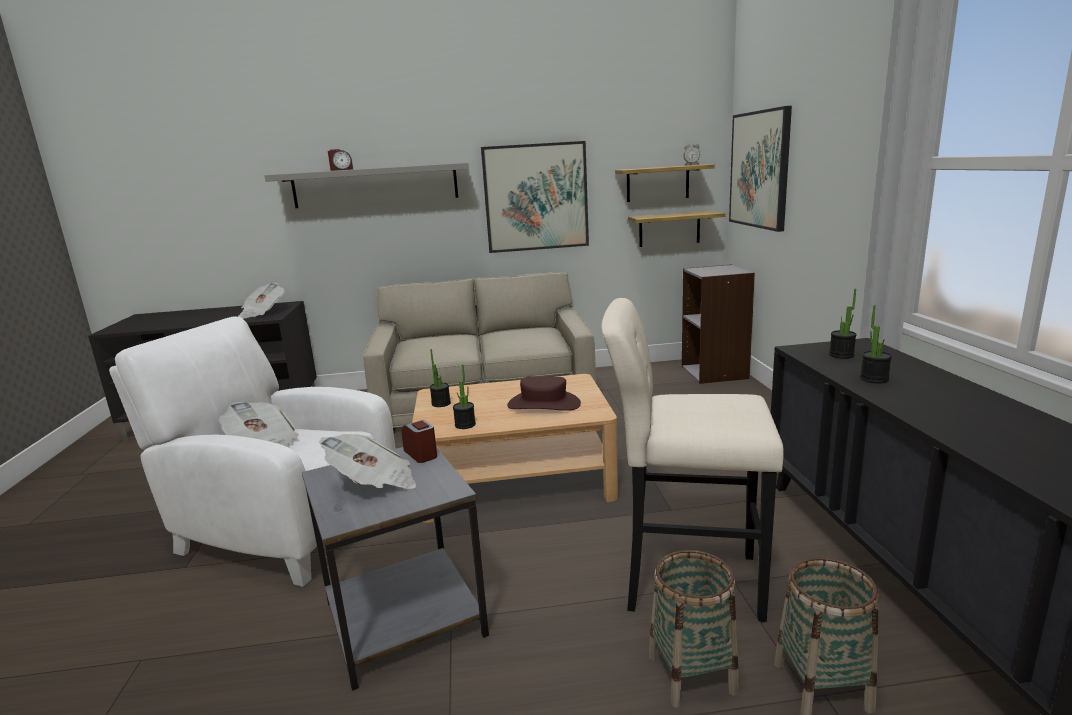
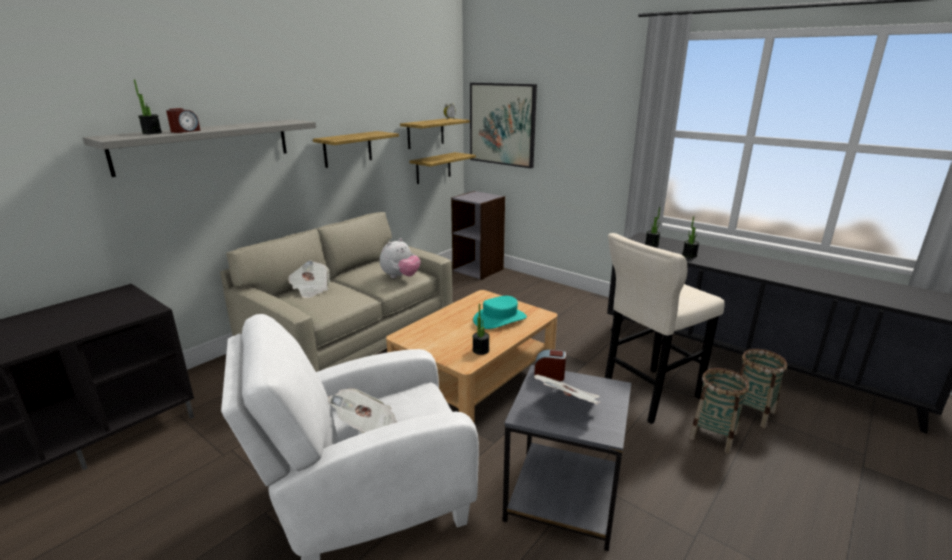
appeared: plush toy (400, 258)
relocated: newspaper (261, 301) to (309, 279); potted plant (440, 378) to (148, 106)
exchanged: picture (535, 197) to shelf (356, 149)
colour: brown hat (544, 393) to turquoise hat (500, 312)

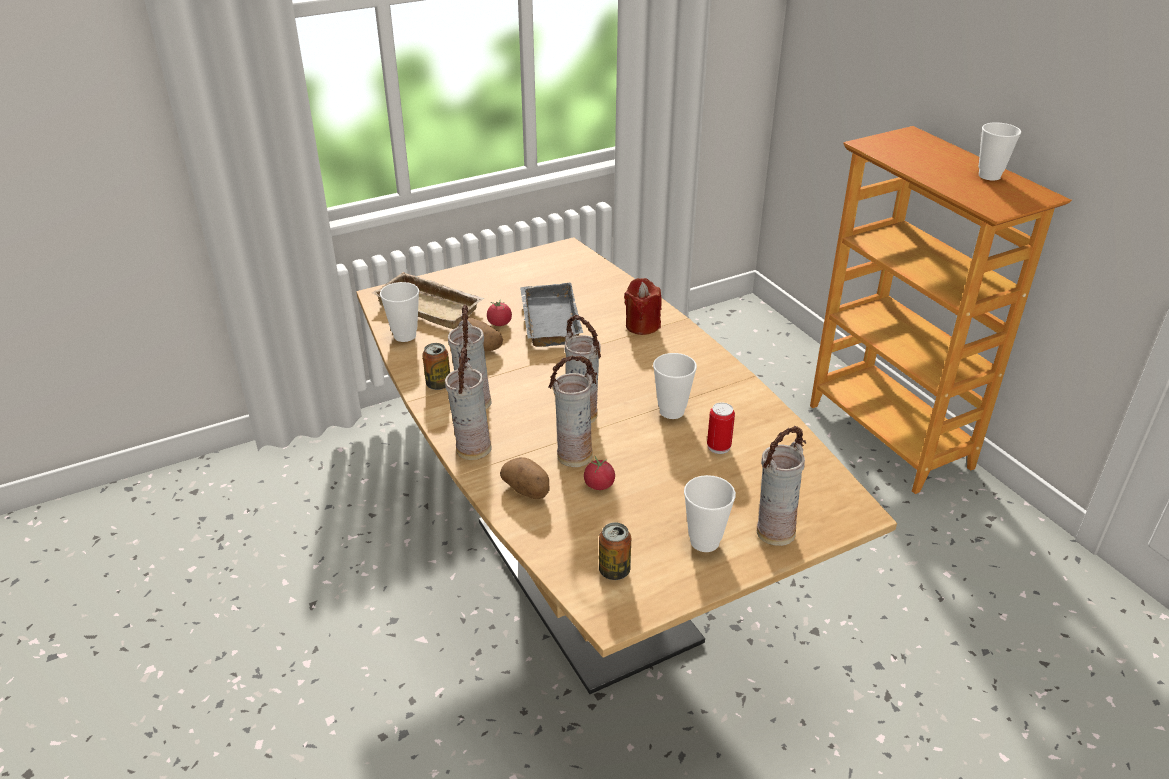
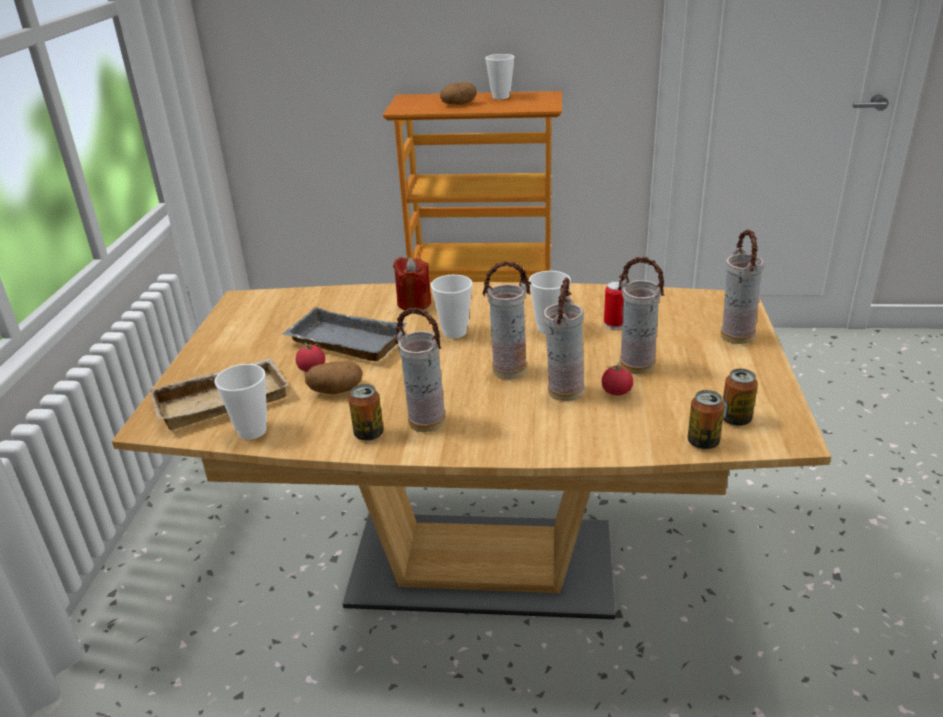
appeared: can (706, 419)
relocated: vase (468, 403) to (641, 315); potato (524, 478) to (458, 93); cup (710, 513) to (452, 306)

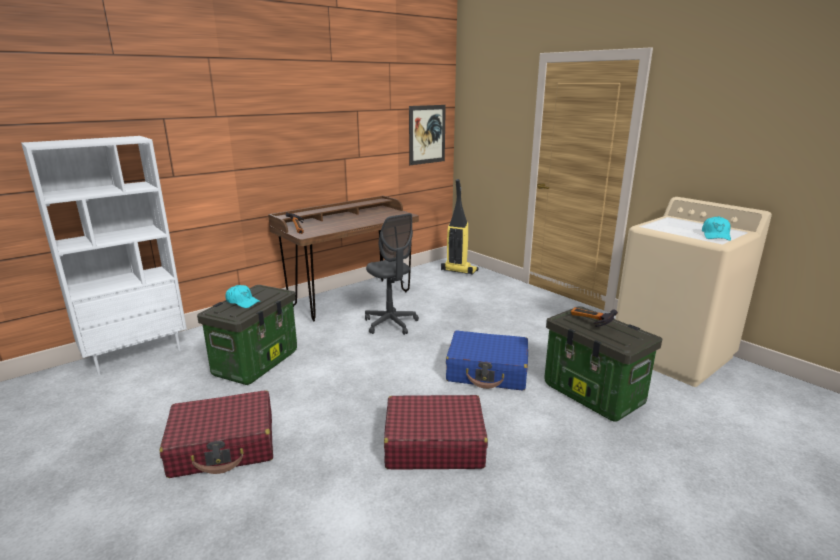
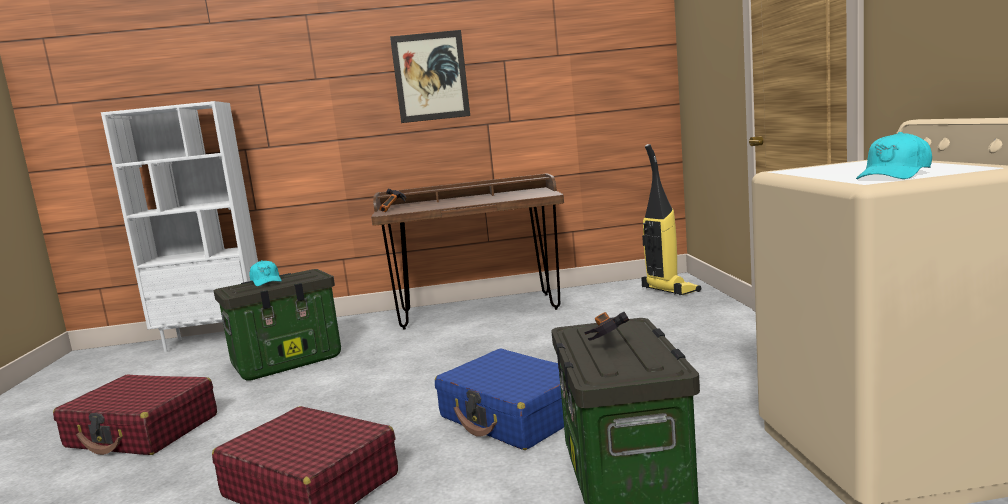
missing: grey office chair (392, 274)
relocated: picture (427, 135) to (430, 76)

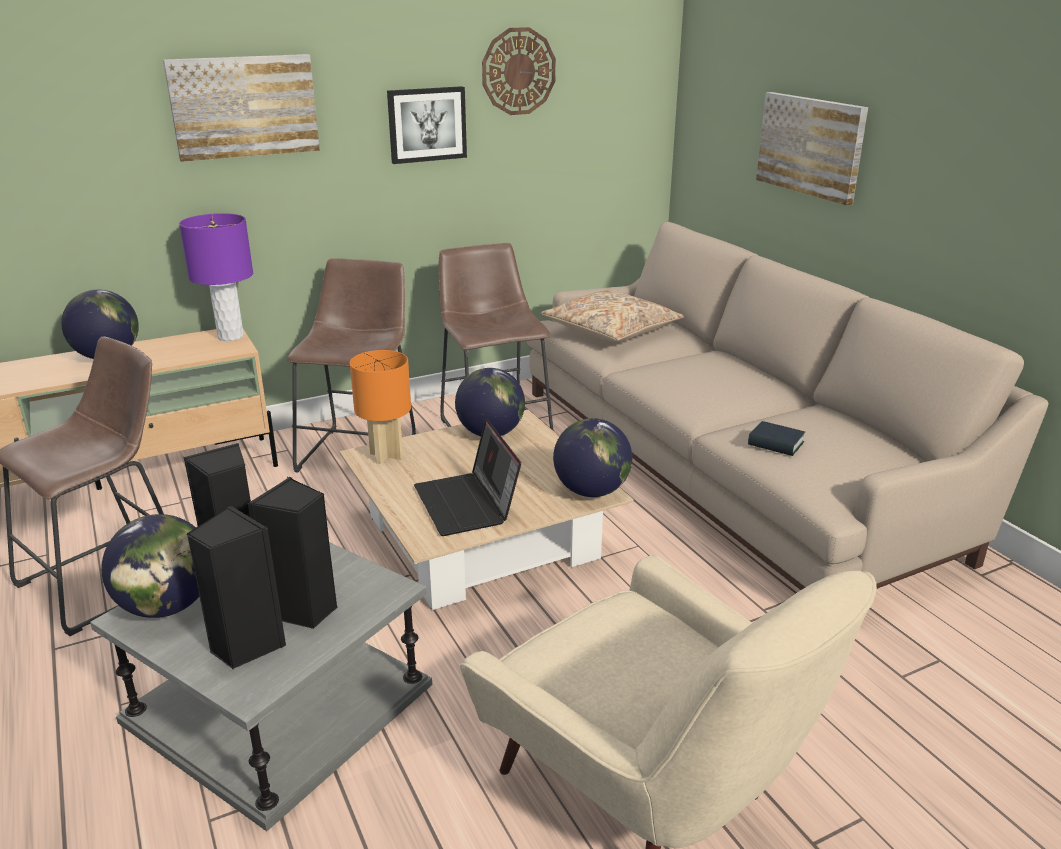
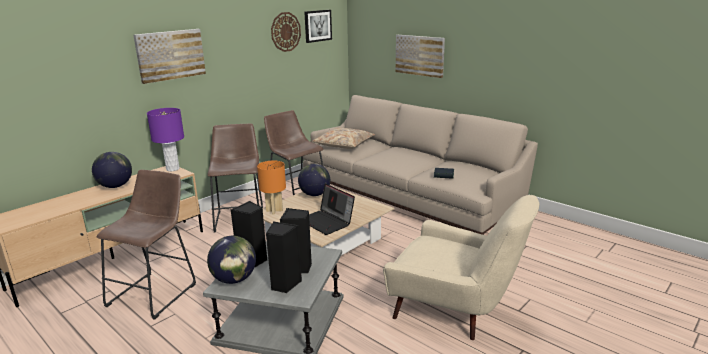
missing: globe (592, 457)
relocated: picture (427, 125) to (318, 26)

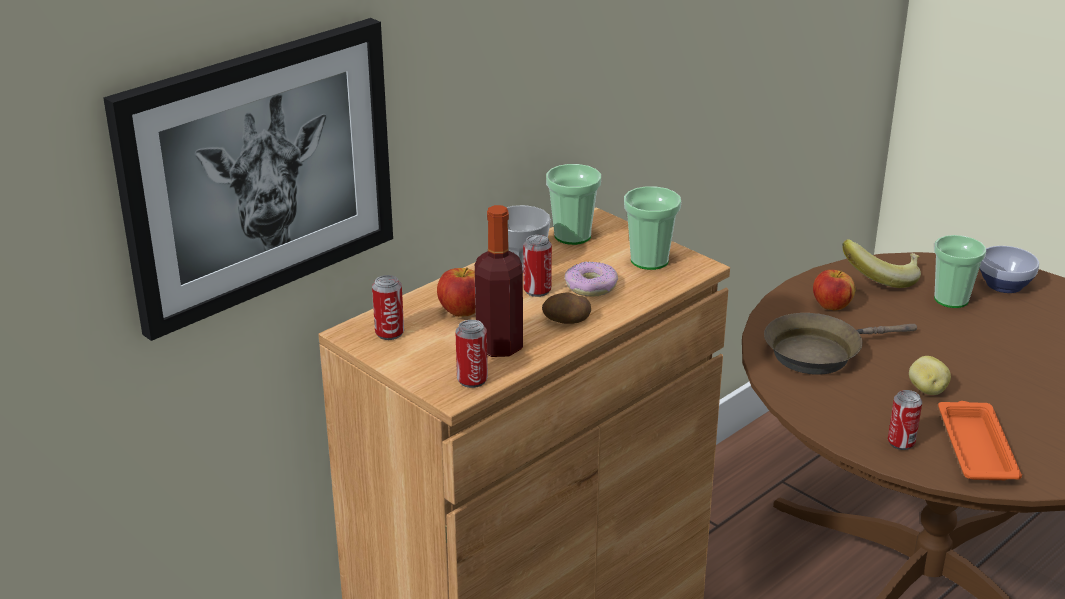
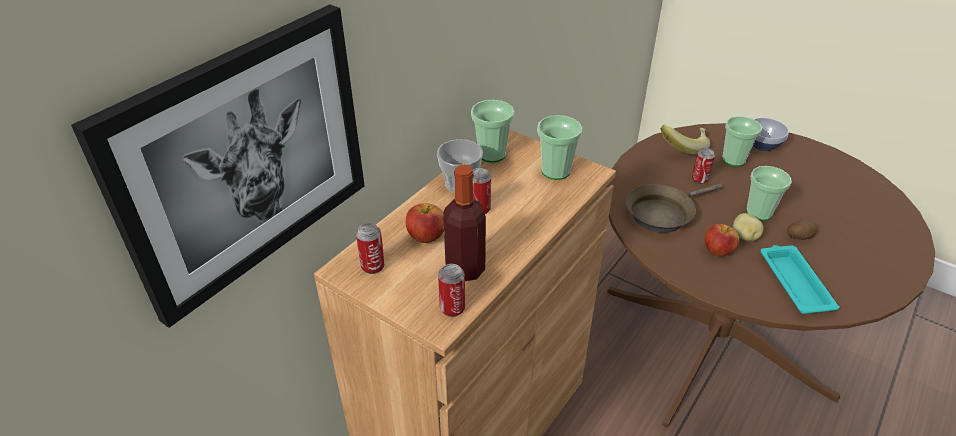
missing: donut (591, 279)
appeared: cup (769, 193)
relocated: apple (834, 290) to (721, 240); potato (566, 308) to (802, 230); can (905, 420) to (703, 166)
colour: orange tray (980, 440) to turquoise tray (800, 279)

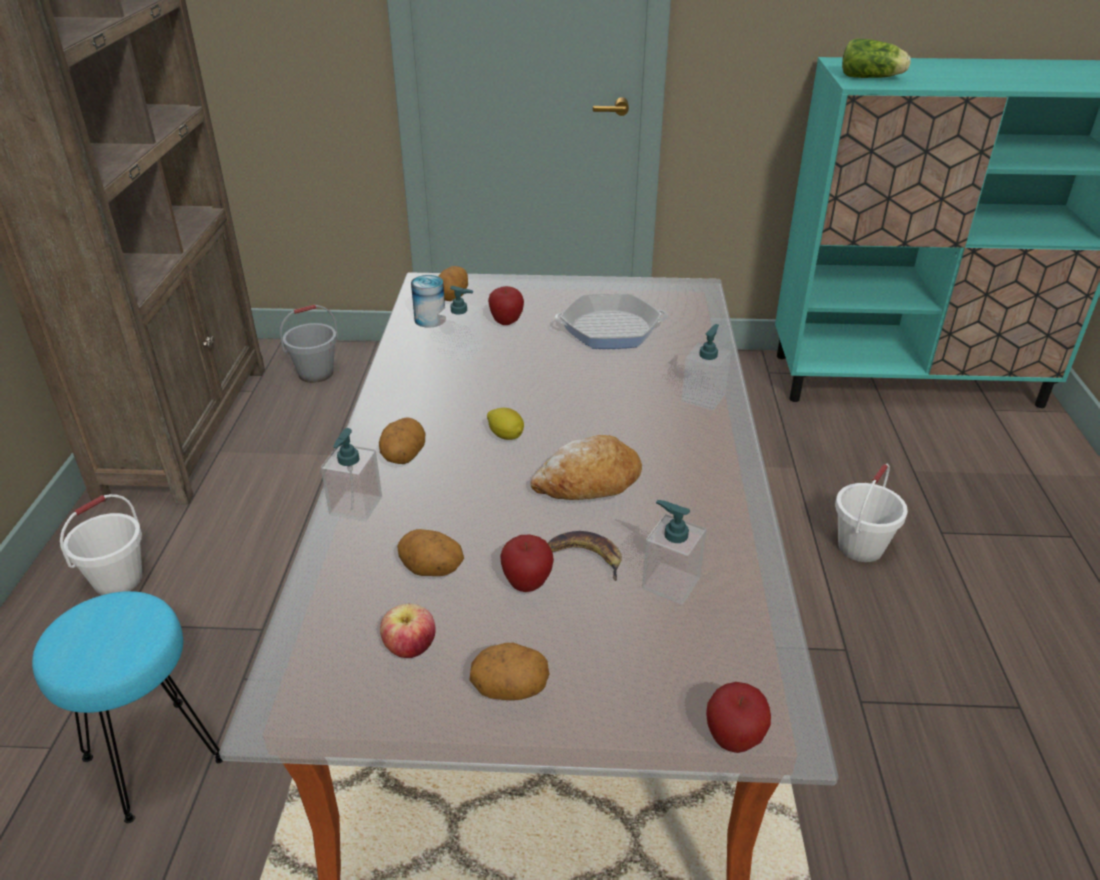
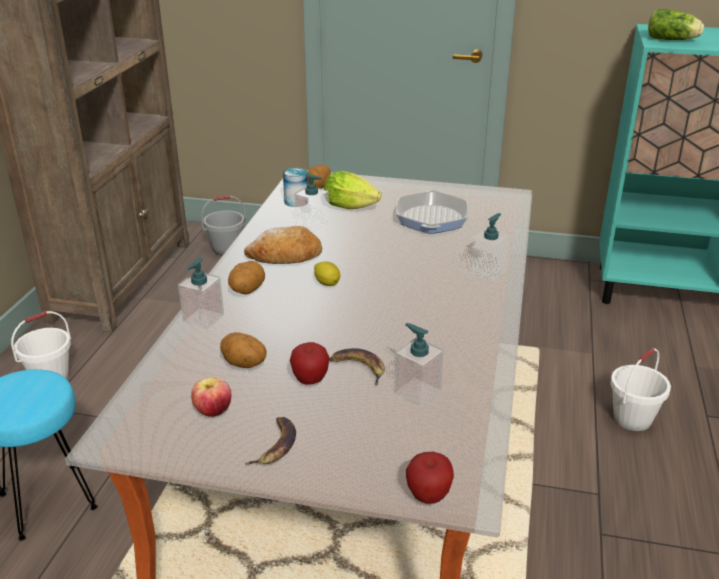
relocated: bread (586, 467) to (283, 245)
exchanged: apple (506, 305) to lettuce (352, 190); potato (510, 671) to banana (270, 441)
spun: frying pan (611, 321) = (432, 212) 90 degrees clockwise

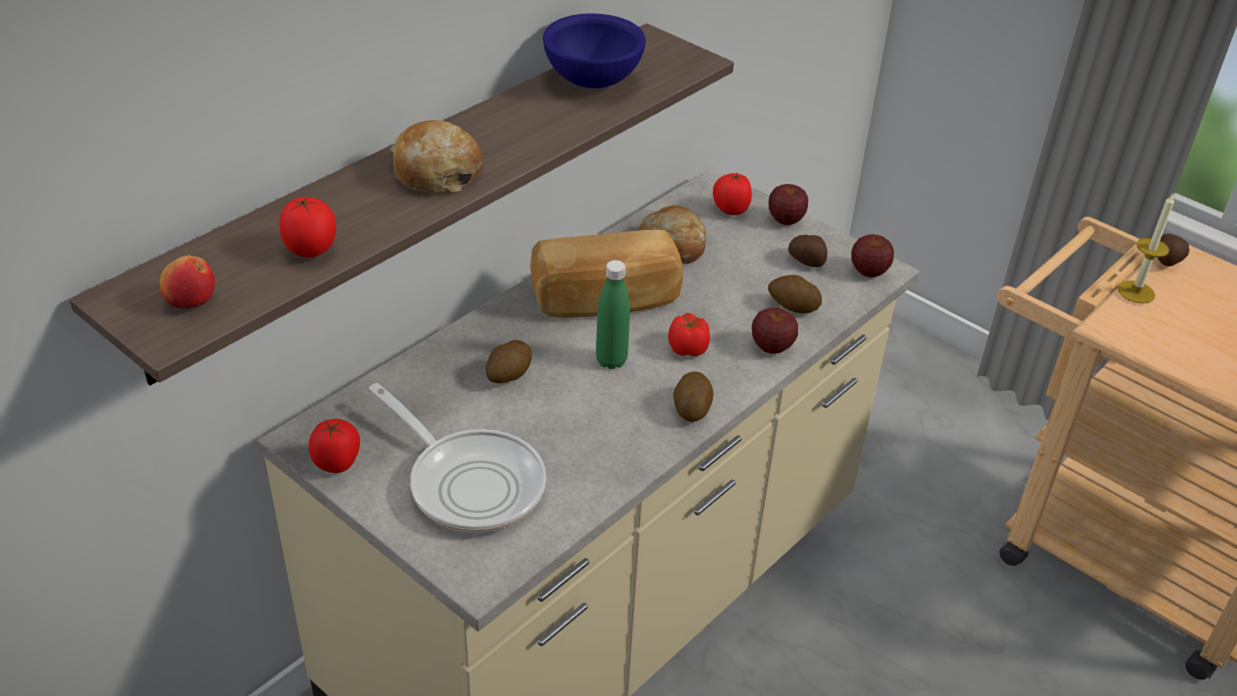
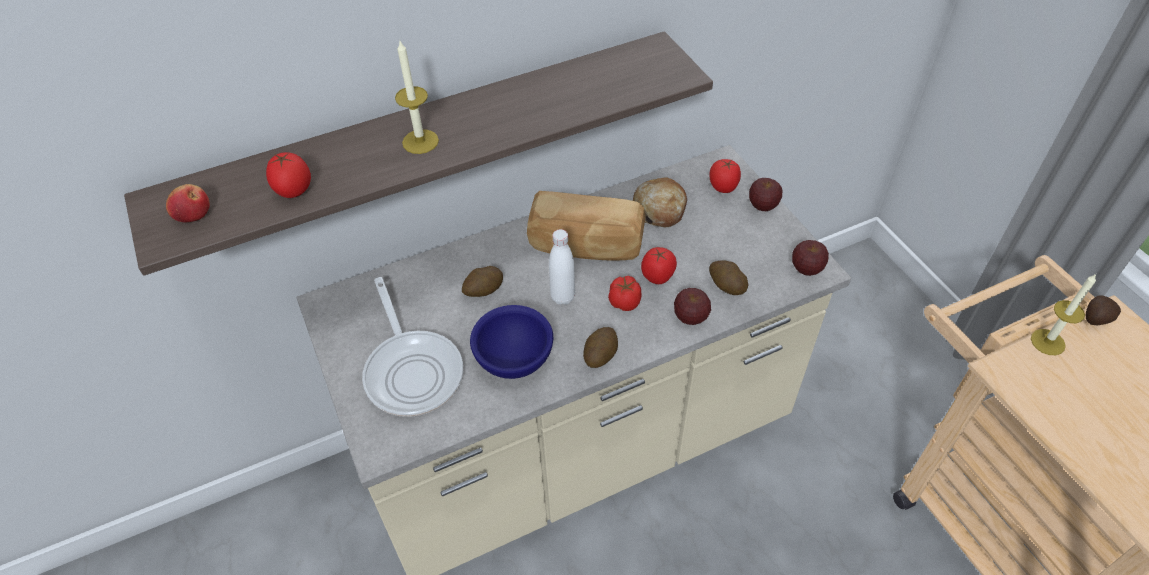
missing: potato (807, 251)
relocated: blue bowl (594, 51) to (511, 342); tomato (334, 446) to (659, 265)
exchanged: bread (436, 157) to candle (417, 97)
colour: green bottle (613, 314) to white bottle (562, 267)

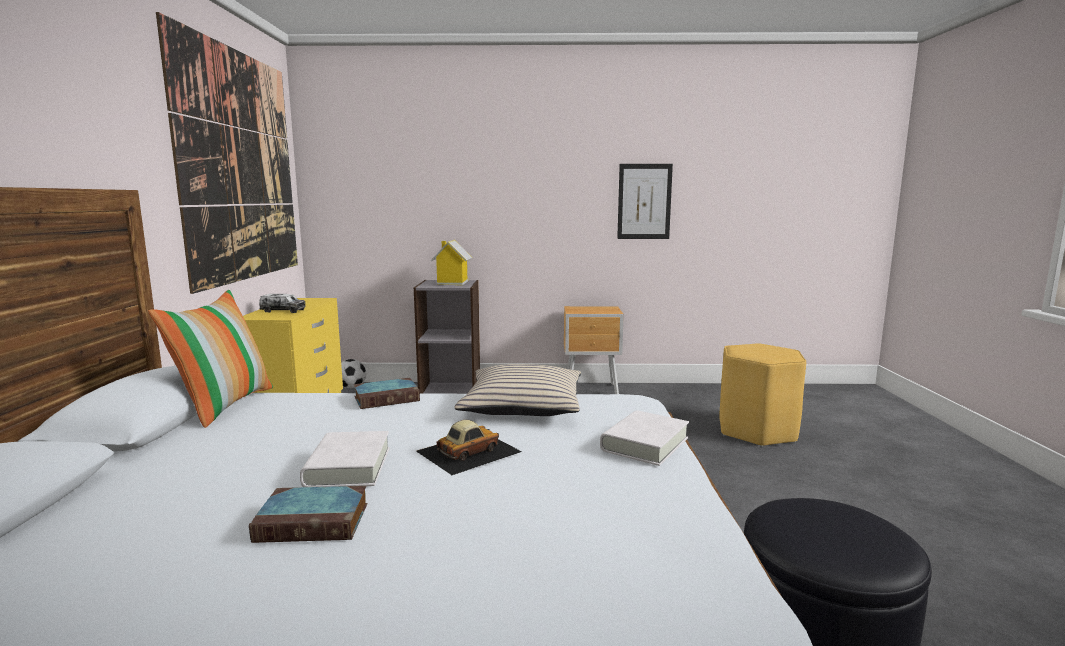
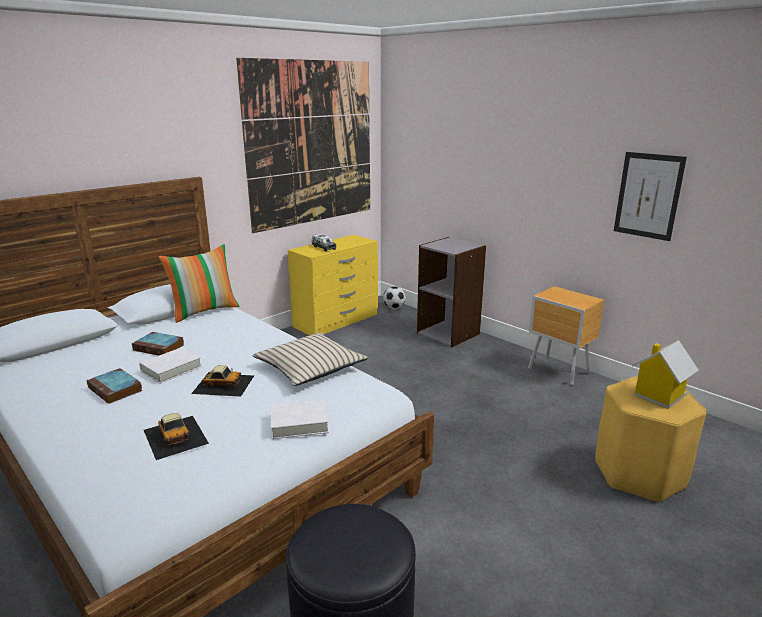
appeared: toy car (176, 436)
relocated: toy house (451, 262) to (665, 374); book (387, 393) to (158, 344)

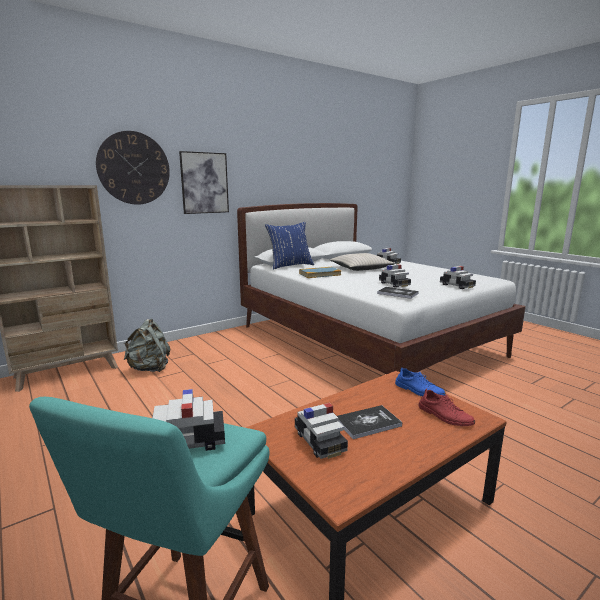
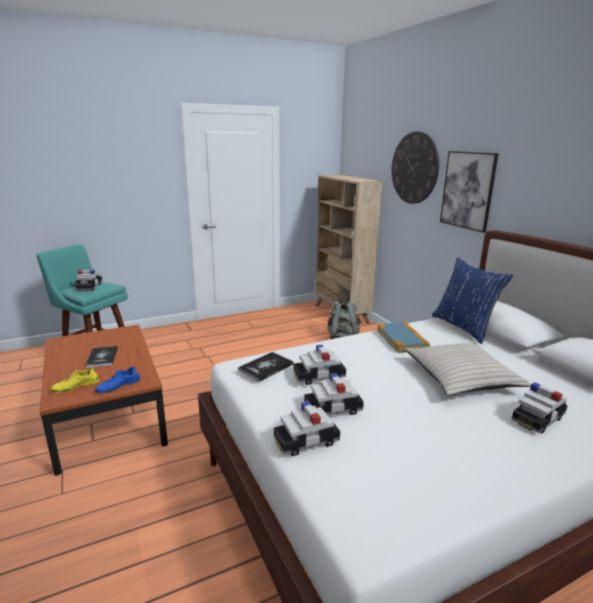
relocated: toy car (321, 431) to (334, 394)
colour: red shoe (446, 407) to yellow shoe (75, 380)

